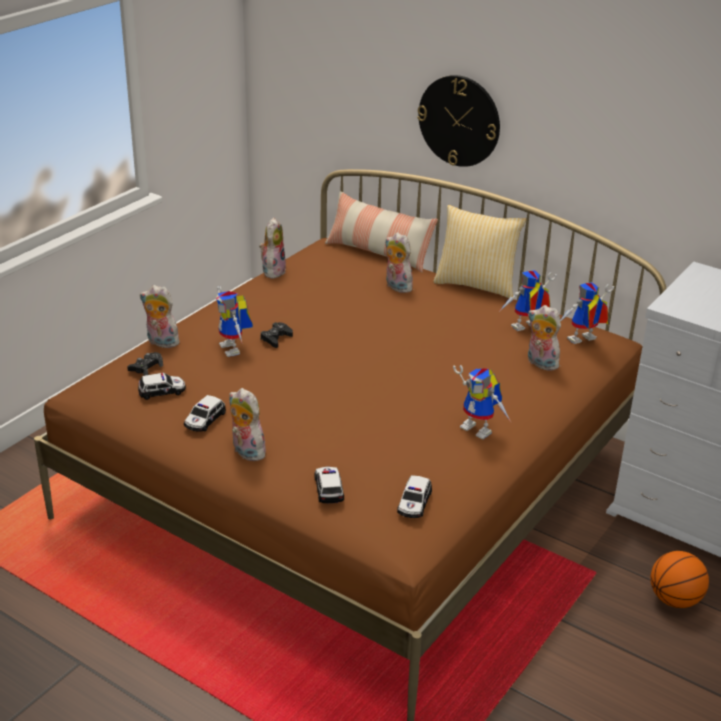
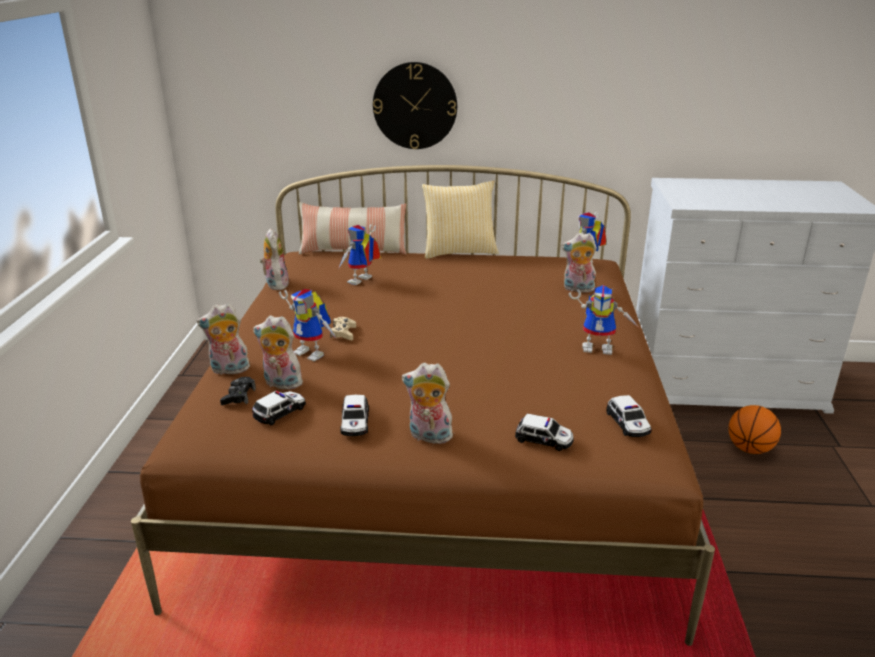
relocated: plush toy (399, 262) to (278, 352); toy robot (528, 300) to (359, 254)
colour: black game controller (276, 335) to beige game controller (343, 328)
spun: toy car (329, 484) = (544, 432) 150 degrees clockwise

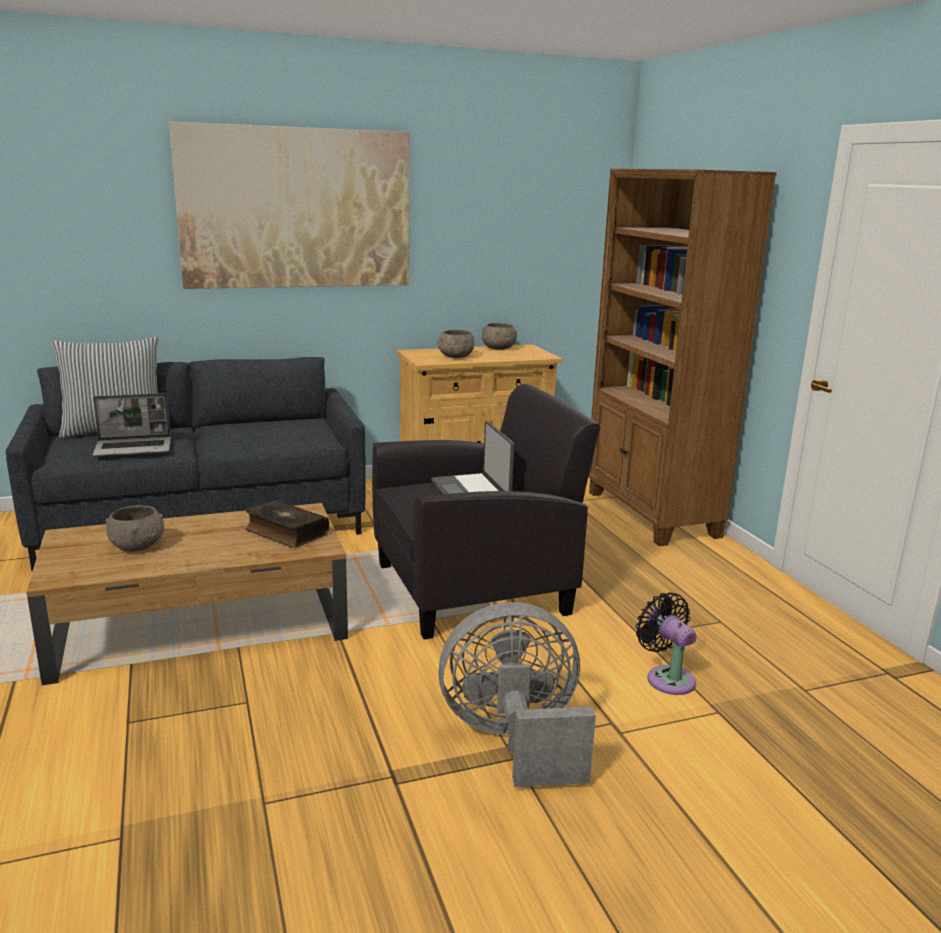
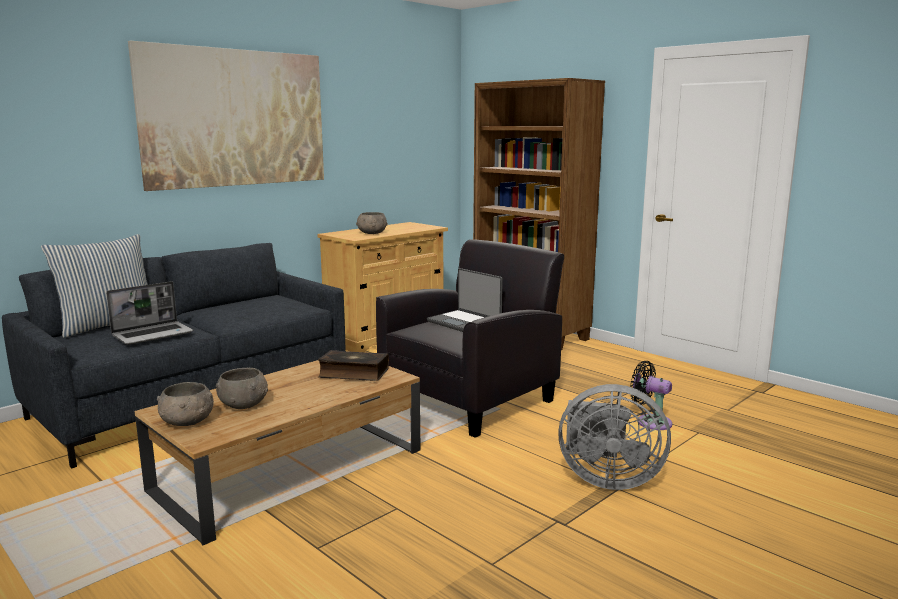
relocated: grey bowl (499, 336) to (185, 404)
spun: grey fan (517, 694) = (614, 437) 135 degrees counterclockwise

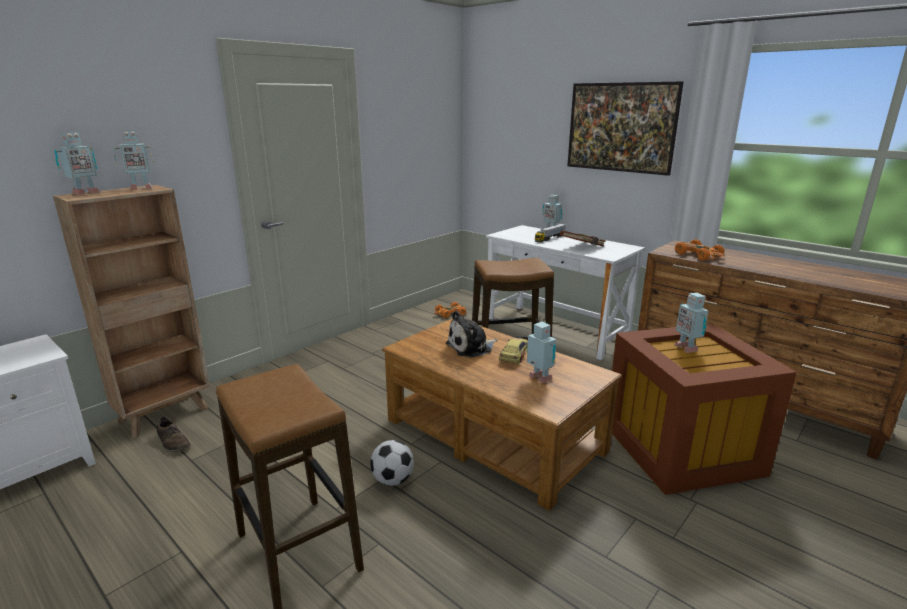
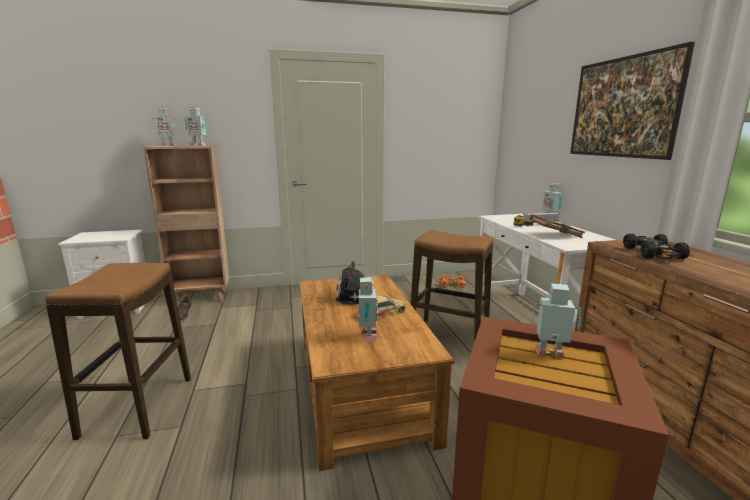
missing: football (392, 463)
colour: orange toy car (700, 250) to black toy car (656, 246)
spun: toy robot (691, 323) = (556, 320) 90 degrees clockwise

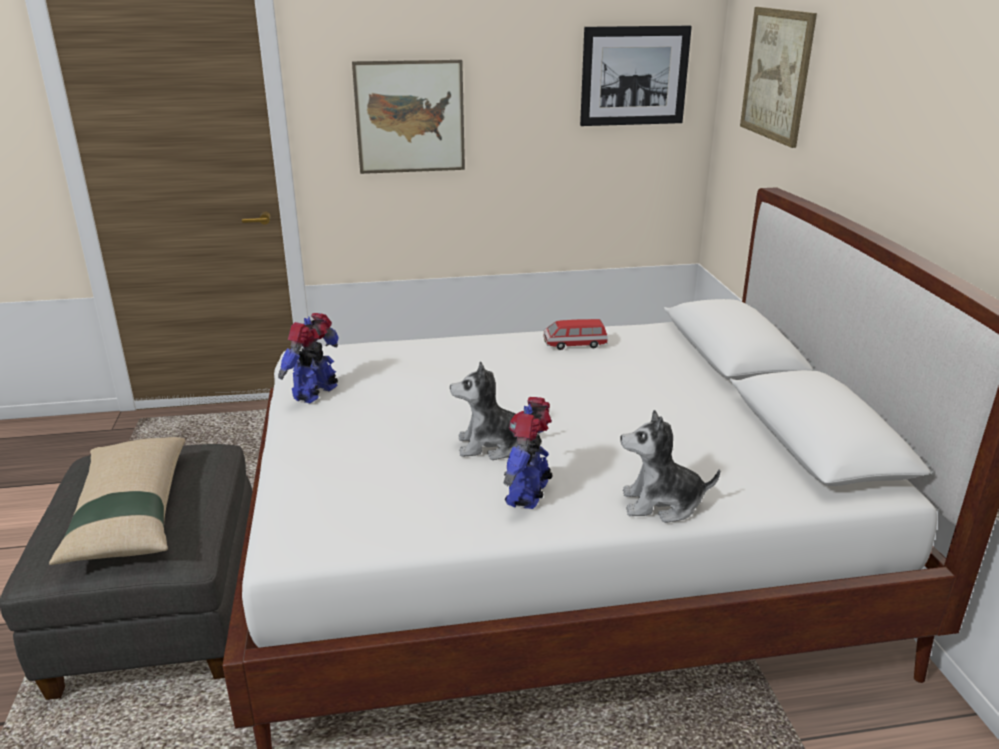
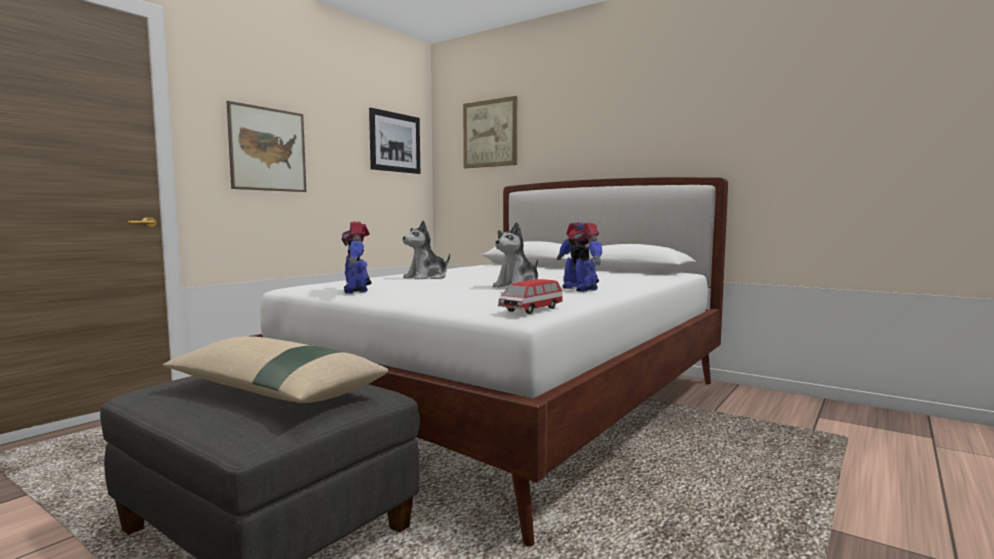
relocated: toy car (575, 334) to (530, 296); plush toy (670, 466) to (426, 249)

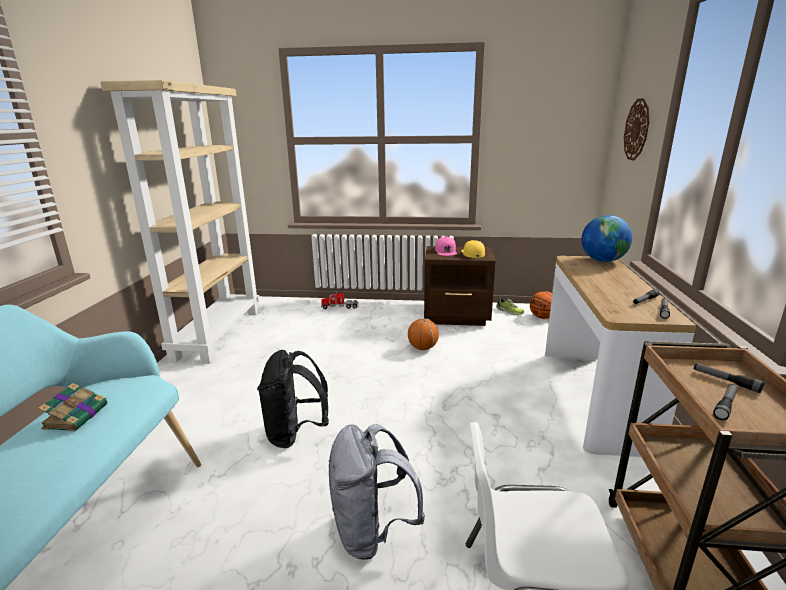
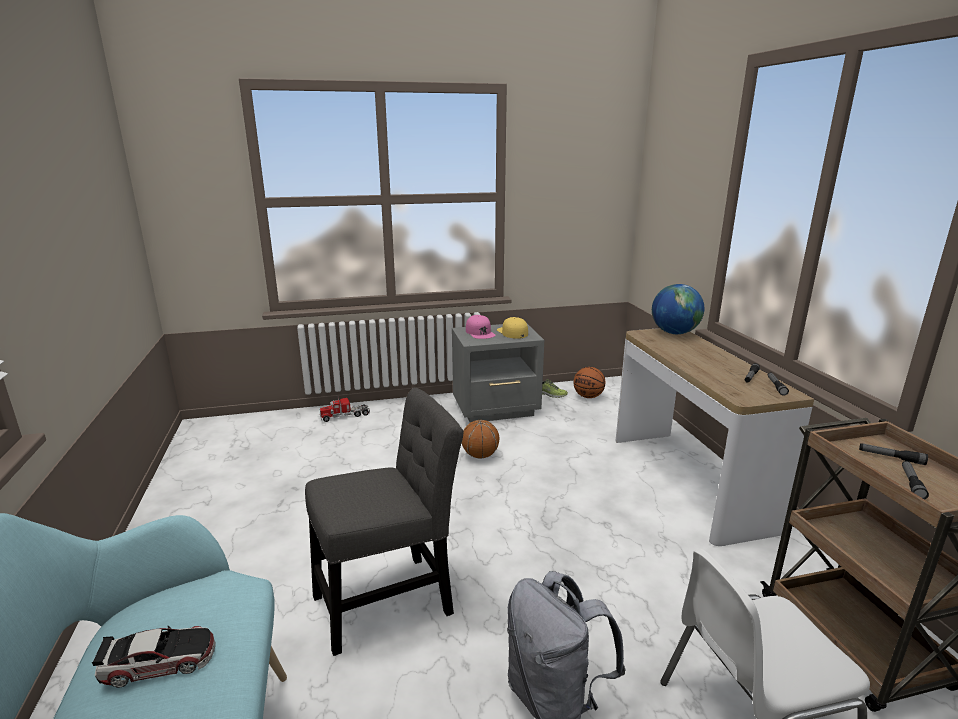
missing: beige bookcase (180, 222); wall clock (636, 129)
exchanged: black backpack (293, 399) to grey chair (384, 521); book (72, 407) to toy car (153, 657)
colour: brown nightstand (459, 286) to grey nightstand (498, 373)

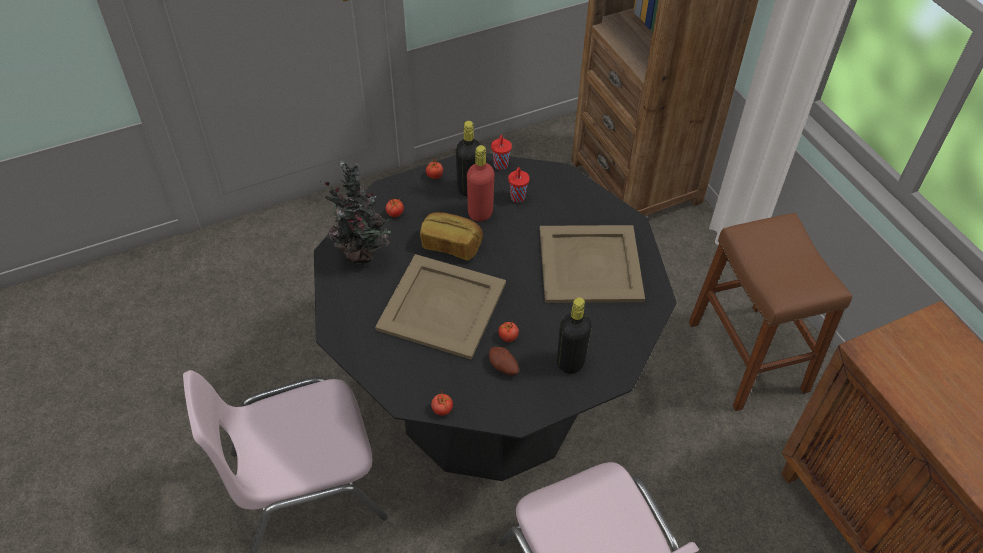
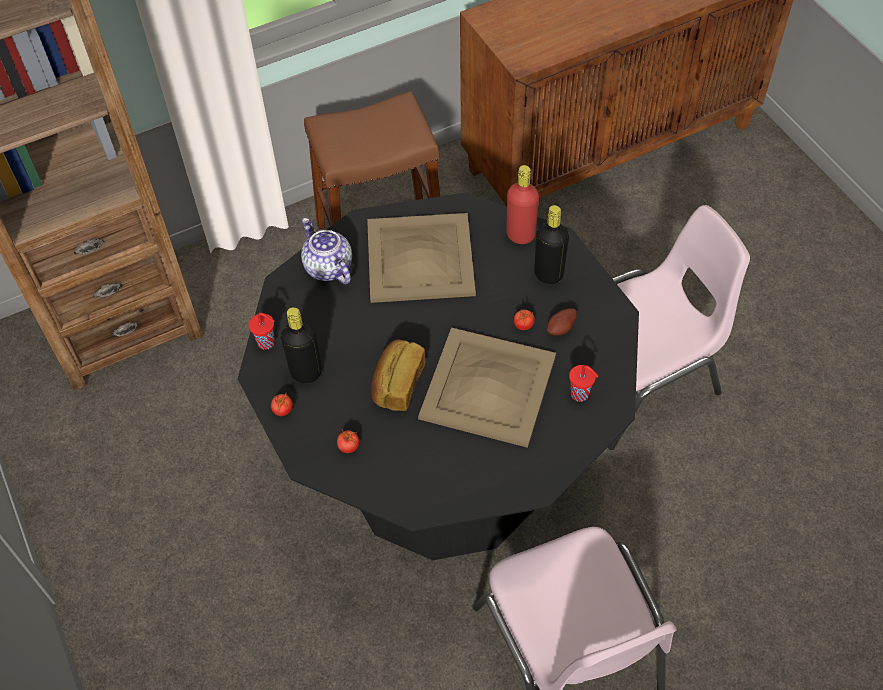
missing: potted plant (355, 212); tomato (442, 403)
appeared: teapot (326, 251)
relocated: red bottle (480, 183) to (522, 204); red cup (519, 185) to (584, 383)

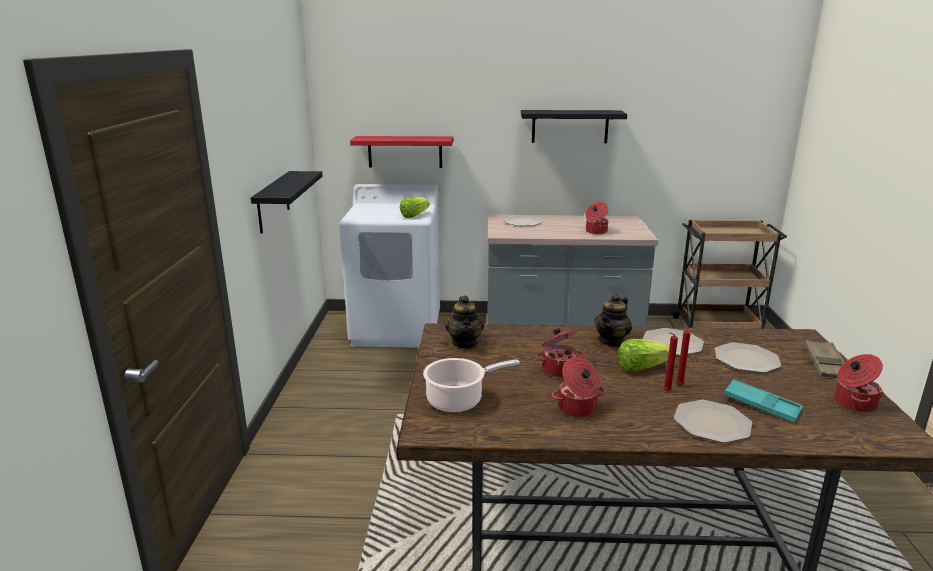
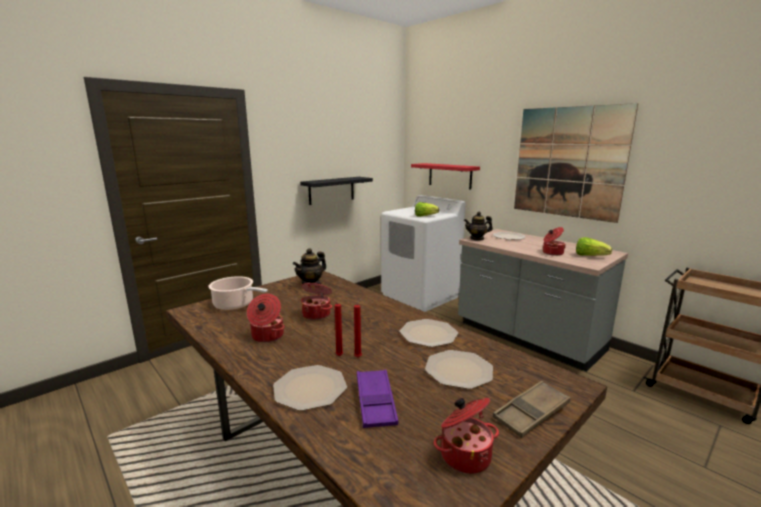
relocated: teapot (613, 320) to (478, 226); lettuce (644, 355) to (594, 246)
exchanged: black shelf (574, 126) to picture (576, 163)
colour: turquoise tray (763, 401) to purple tray (377, 399)

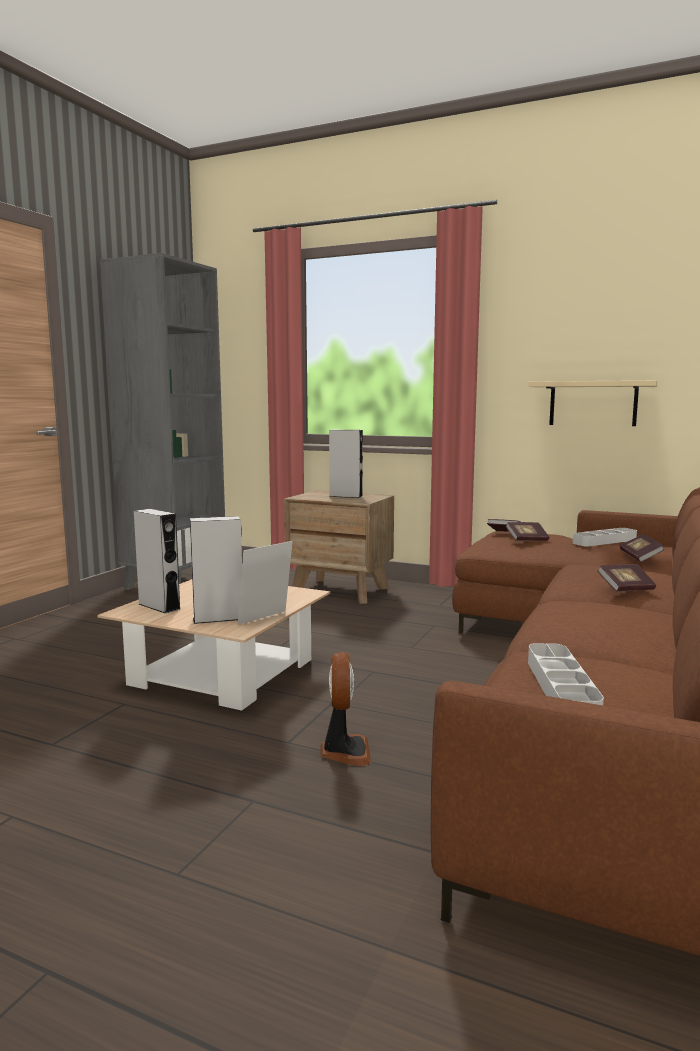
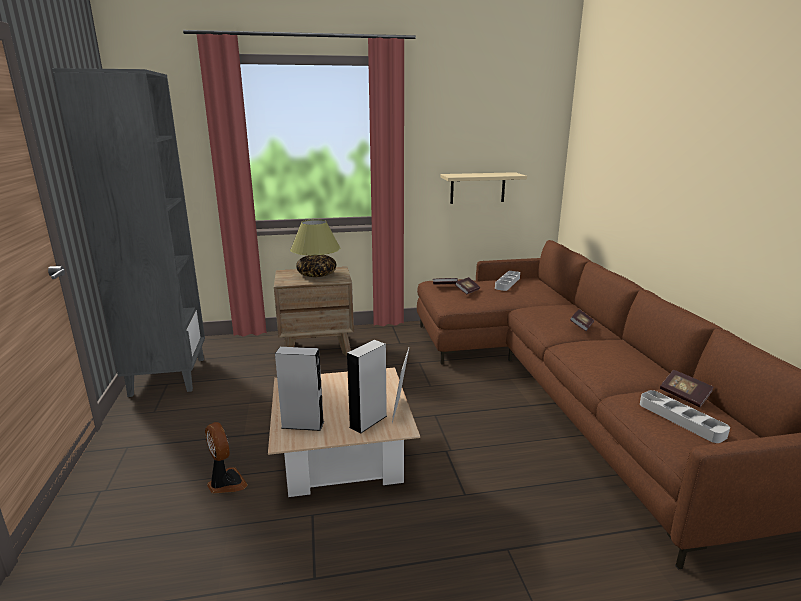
relocated: book (642, 548) to (687, 388); fan (346, 709) to (226, 458)
exchanged: grey speaker (346, 464) to table lamp (315, 248)

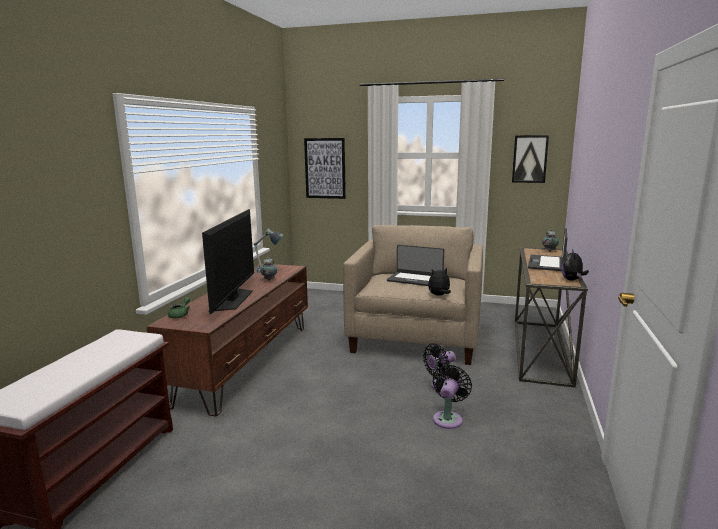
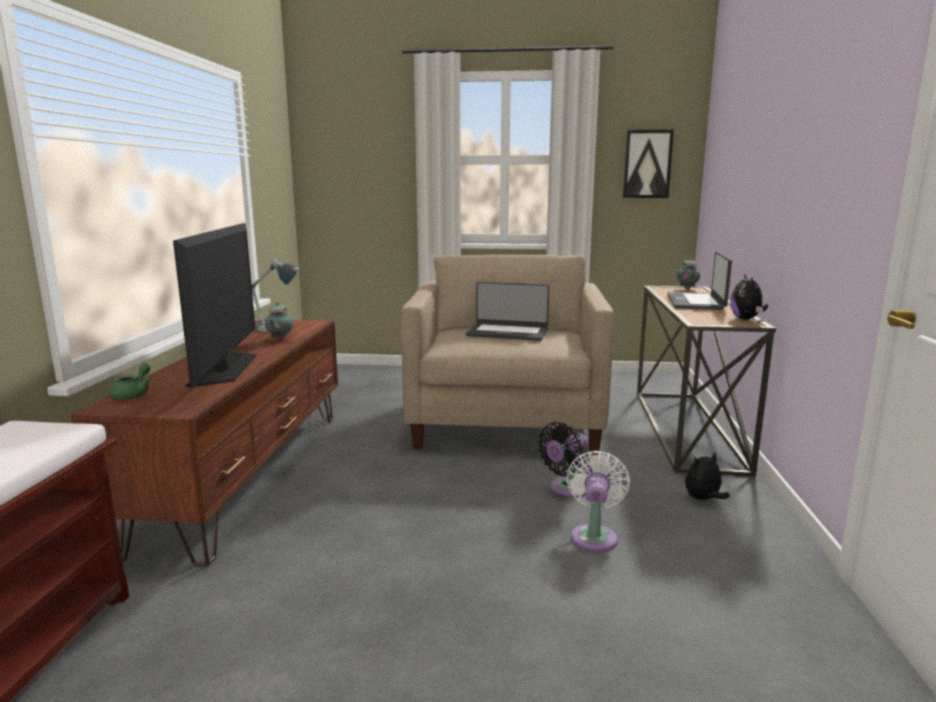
missing: picture (325, 168)
relocated: plush toy (439, 282) to (707, 476)
colour: black fan (452, 397) to white fan (598, 501)

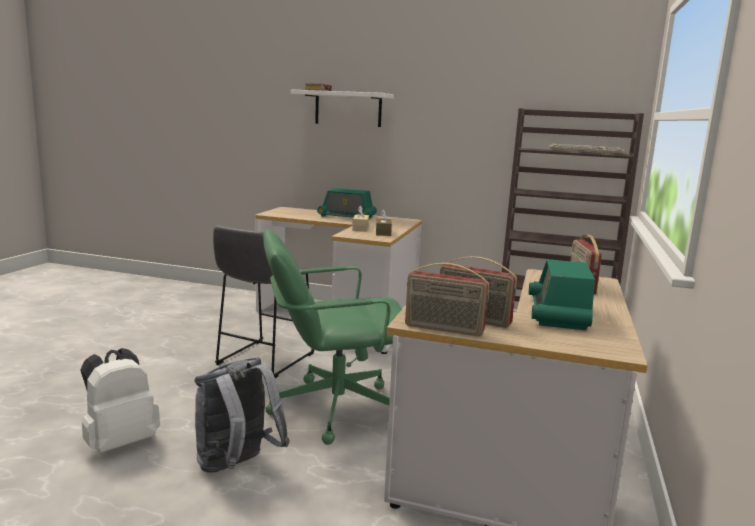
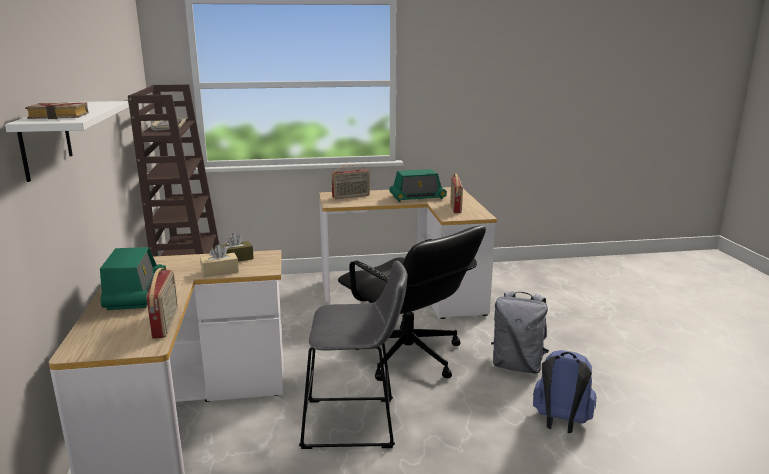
relocated: radio (447, 299) to (162, 303)
colour: green office chair (332, 337) to black office chair (412, 303); white backpack (120, 400) to blue backpack (564, 391)

